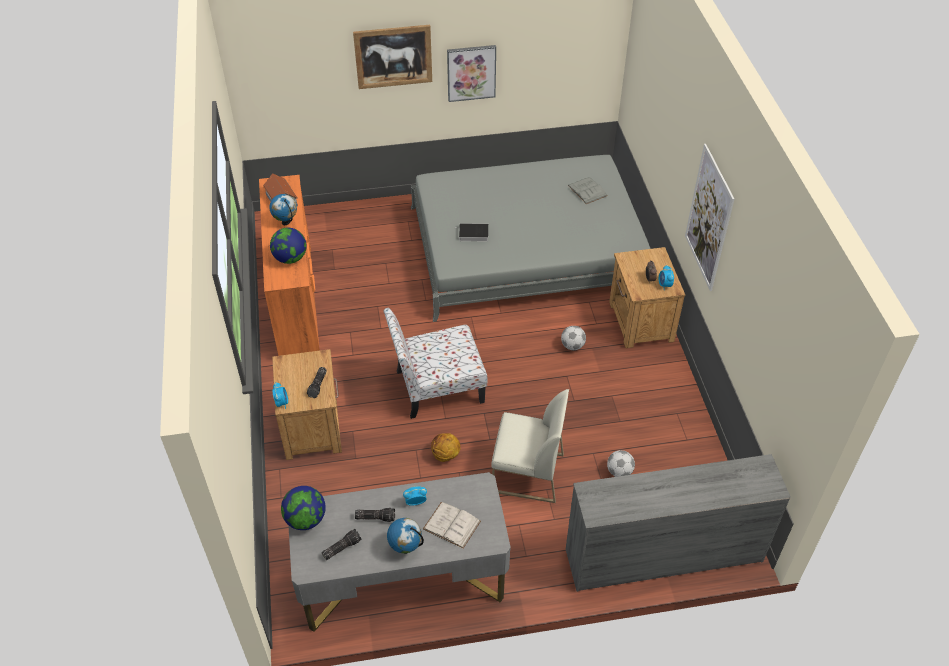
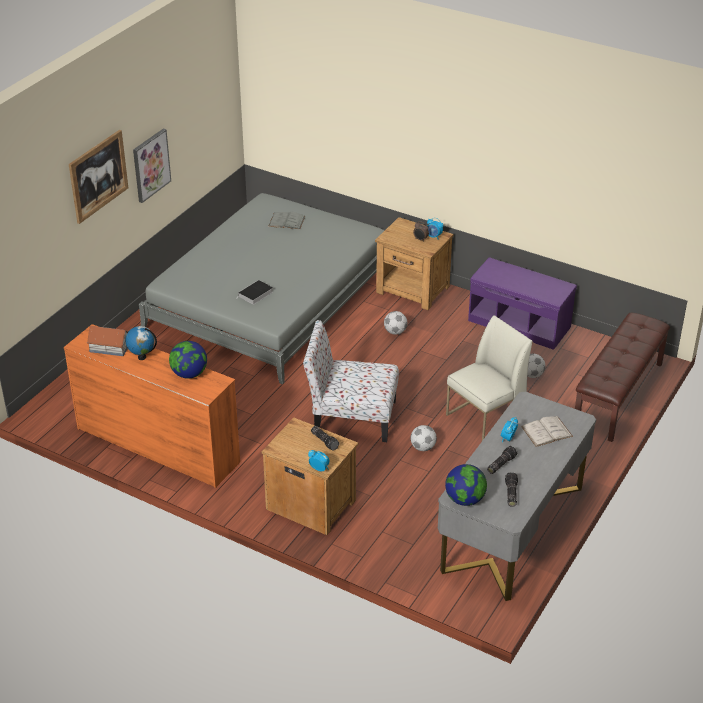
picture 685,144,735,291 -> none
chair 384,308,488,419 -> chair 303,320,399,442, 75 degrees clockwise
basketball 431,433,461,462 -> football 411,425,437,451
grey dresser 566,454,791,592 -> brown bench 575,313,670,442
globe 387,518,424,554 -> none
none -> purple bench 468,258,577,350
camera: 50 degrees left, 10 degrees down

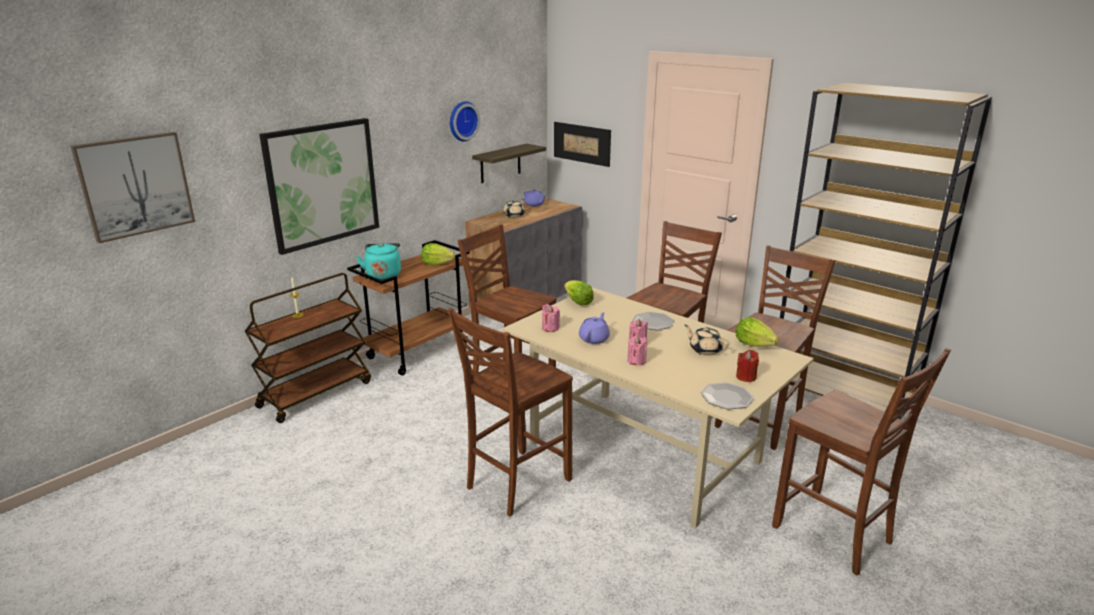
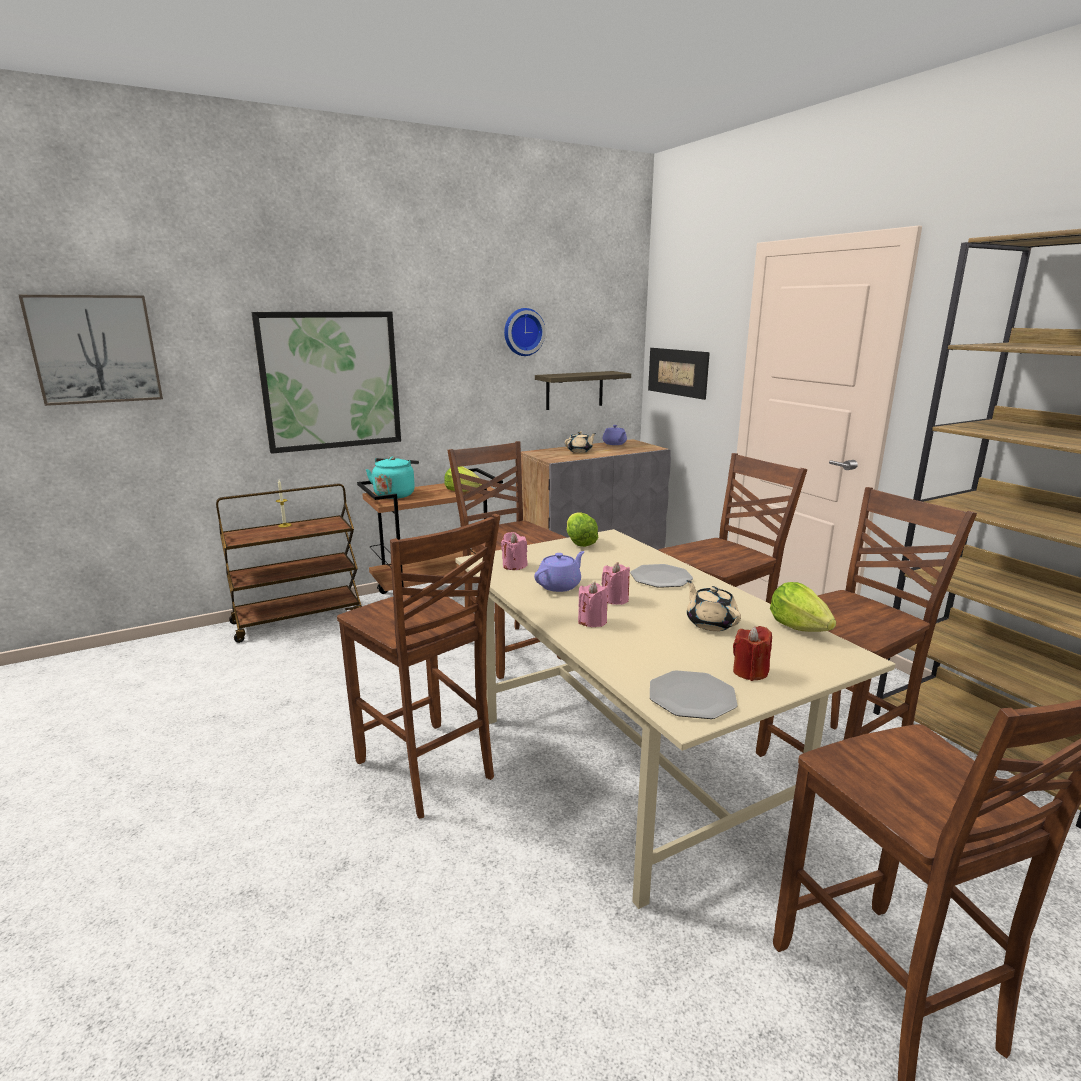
brown chair 448,308,573,517 -> brown chair 337,514,500,819, 105 degrees counterclockwise
camera: 20 degrees right, 5 degrees down

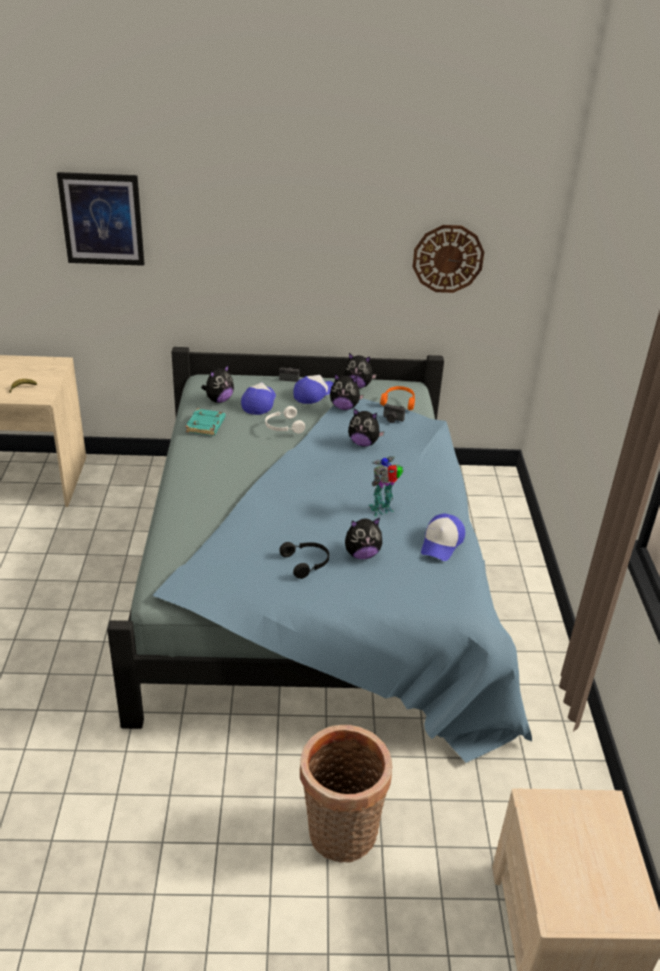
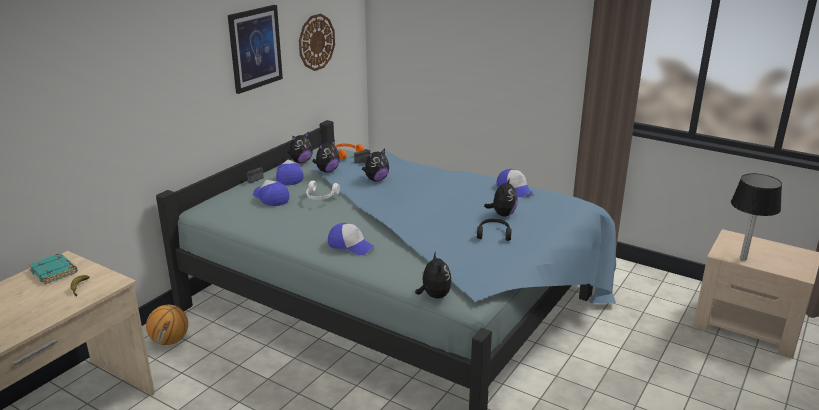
picture 57,172,145,266 -> picture 228,5,283,94, moved
plush toy 201,364,234,403 -> plush toy 415,251,452,298, moved
turquoise book 186,409,225,436 -> turquoise book 29,254,78,284, moved
toy robot 369,456,403,516 -> none
basket 300,725,392,863 -> none
none -> table lamp 731,173,782,260
none -> cap 328,223,375,255
none -> basketball 146,305,188,345
camera: 55 degrees left, 10 degrees down

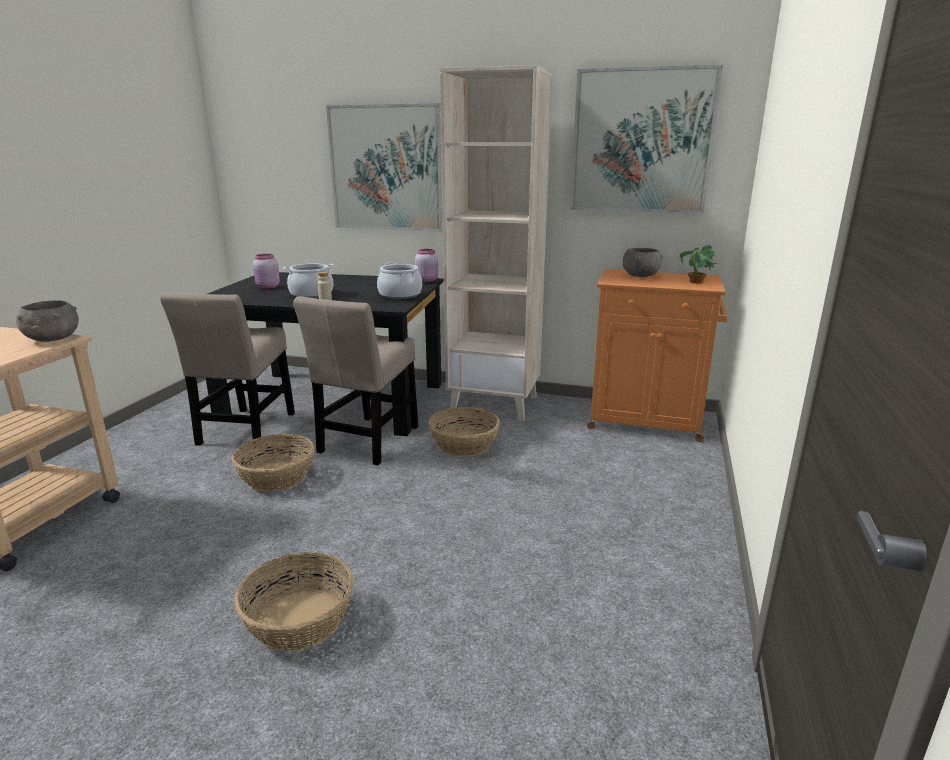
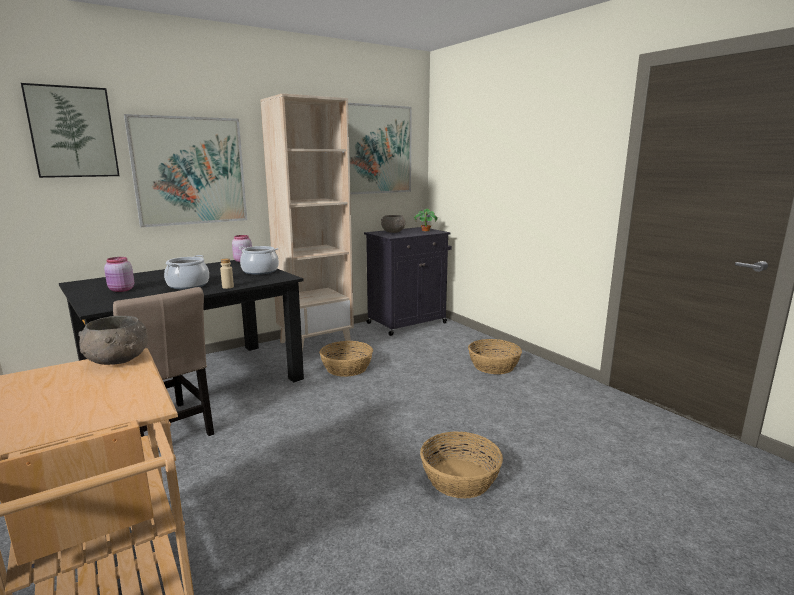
orange cabinet 587,269,728,442 -> black cabinet 364,227,452,336
beige chair 293,296,418,465 -> none
basket 231,434,315,492 -> basket 468,339,522,374, moved
none -> picture 21,83,120,178
camera: 50 degrees left, 5 degrees down

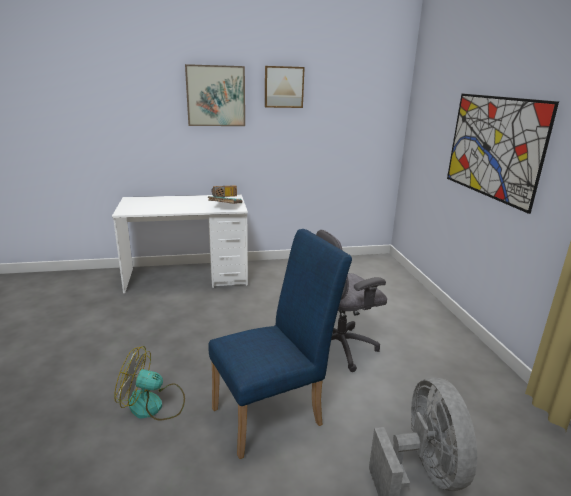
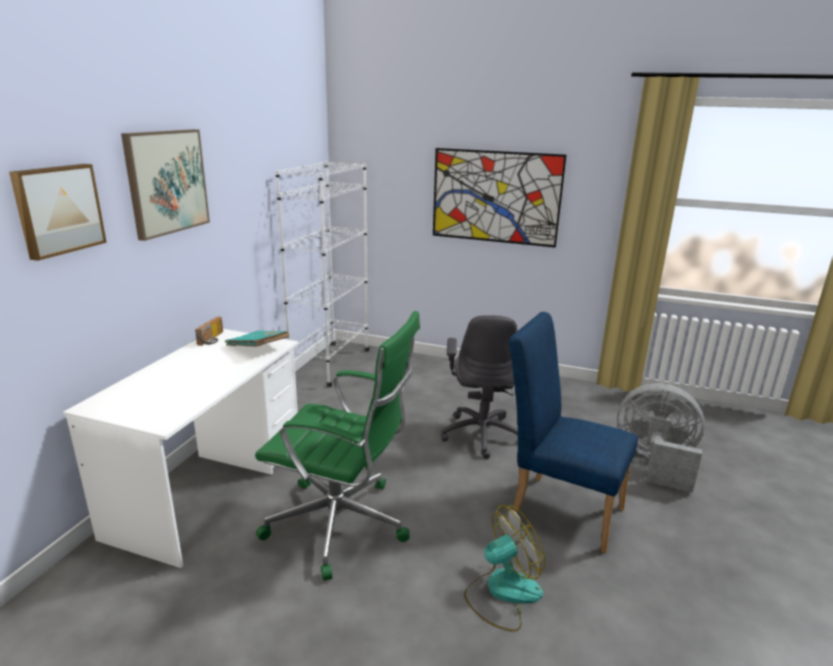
picture 265,66,305,108 -> picture 9,164,107,261, moved
blue chair 208,229,352,459 -> blue chair 509,312,638,554, 60 degrees counterclockwise
fan 114,346,185,420 -> fan 464,505,545,632, 150 degrees counterclockwise
none -> white bookcase 275,161,370,387
none -> green office chair 255,311,420,581
camera: 60 degrees left, 0 degrees up

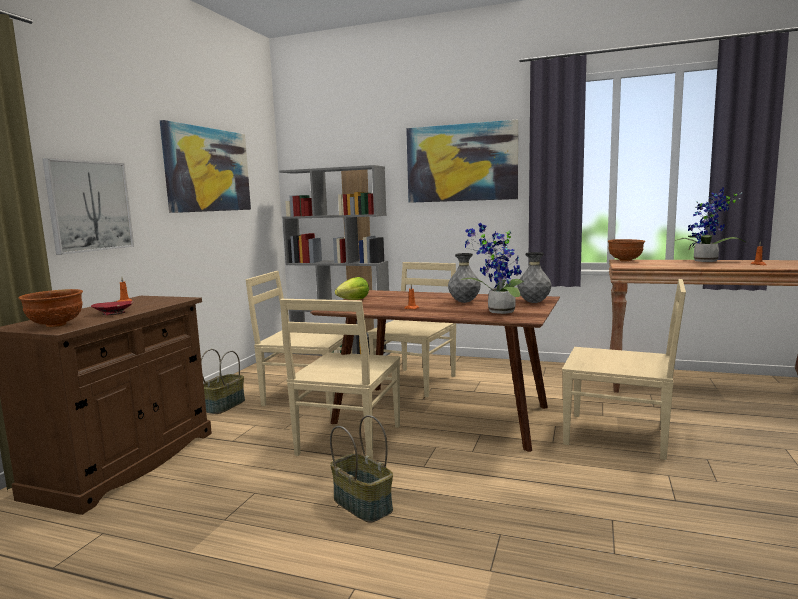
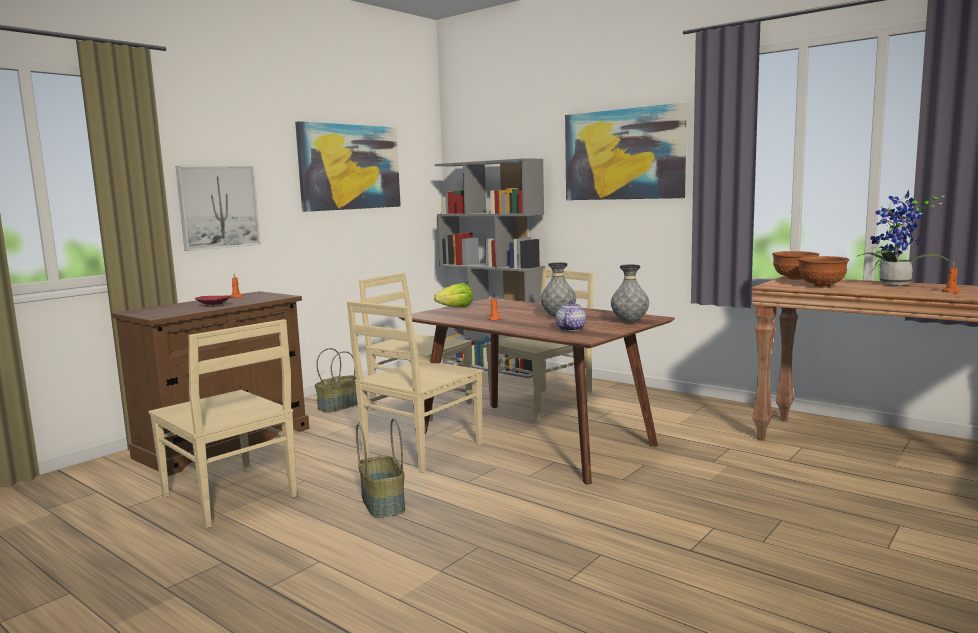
potted plant 460,223,524,314 -> teapot 556,300,586,331
beige chair 562,279,686,460 -> beige chair 148,319,297,528, moved
brown bowl 19,289,83,327 -> brown bowl 798,256,849,288, moved
camera: 20 degrees right, 0 degrees up

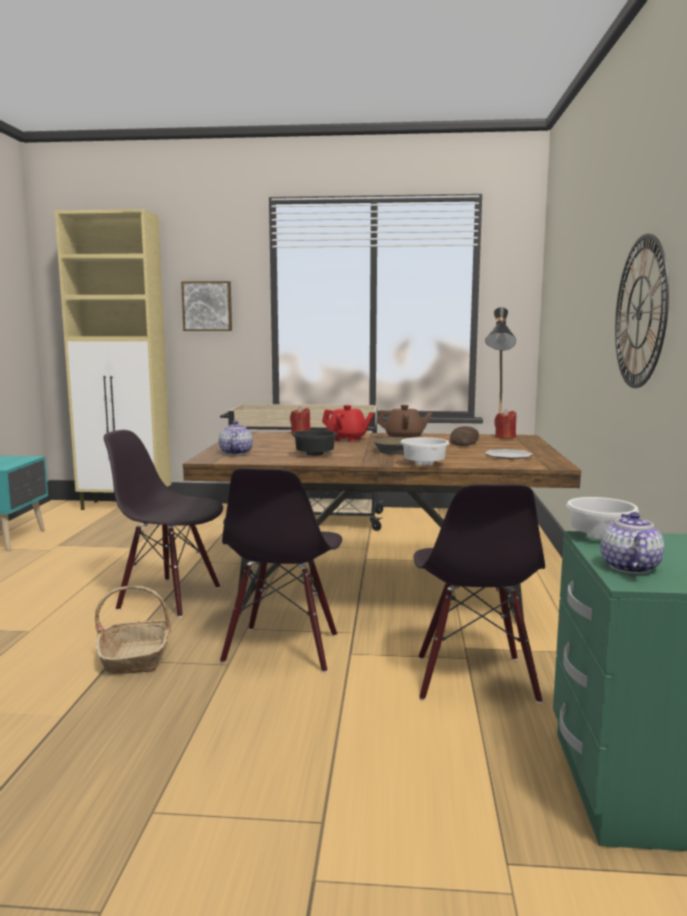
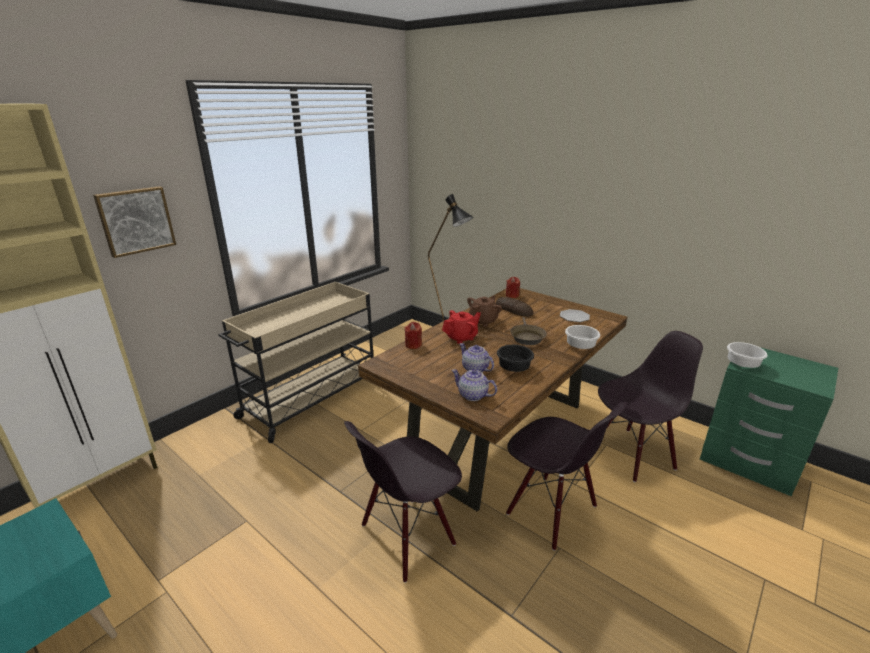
wall clock 615,234,669,388 -> none
black chair 413,484,545,703 -> black chair 598,331,703,483, 60 degrees counterclockwise
teapot 601,512,664,574 -> teapot 460,343,494,372, moved
basket 95,586,171,674 -> none
camera: 55 degrees left, 15 degrees up

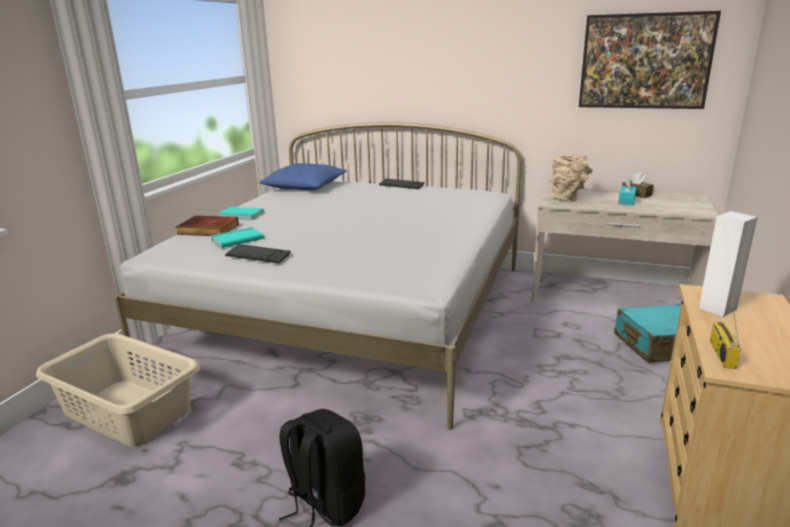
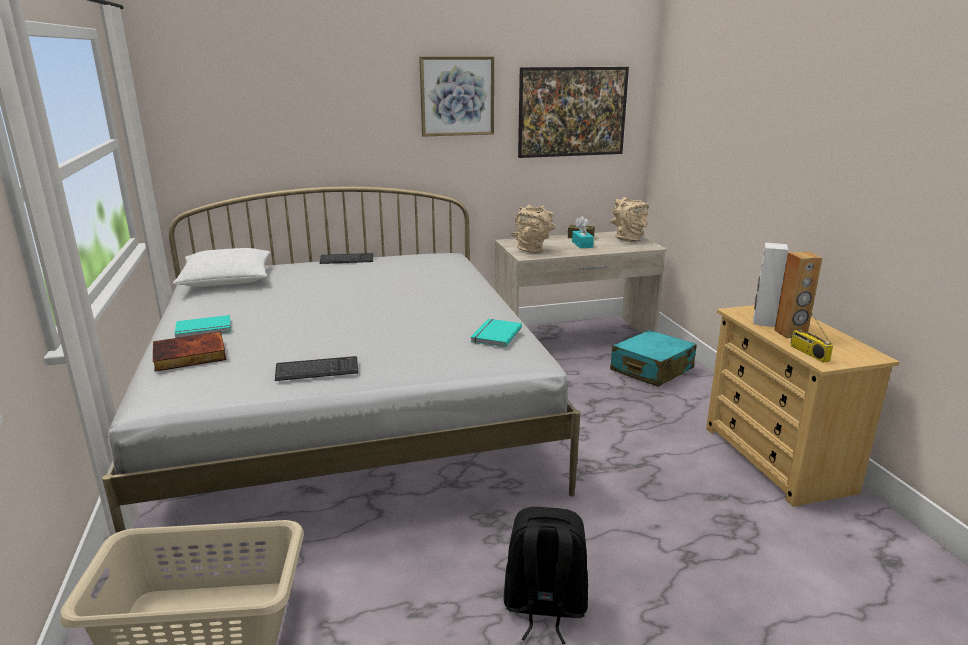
blue pillow 259,163,347,190 -> white pillow 173,248,270,287
turquoise book 211,227,264,248 -> turquoise book 470,319,522,347, moved
none -> picture 419,56,494,137
none -> beige vase 610,197,649,242
none -> brown speaker 775,252,823,338
camera: 35 degrees left, 0 degrees up

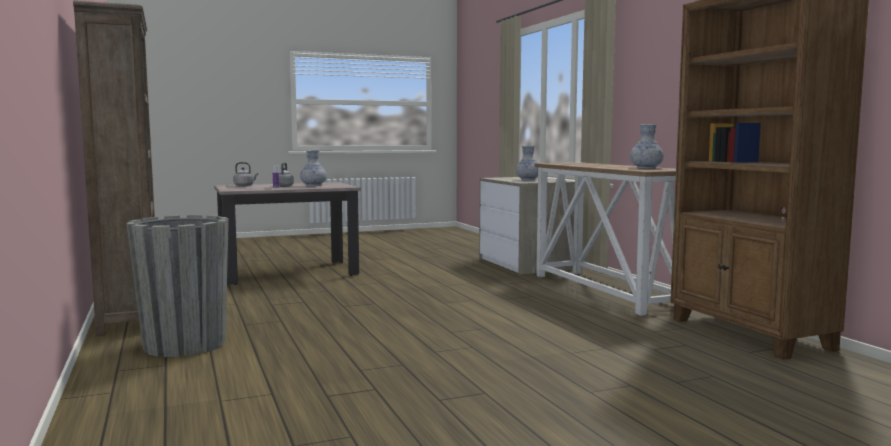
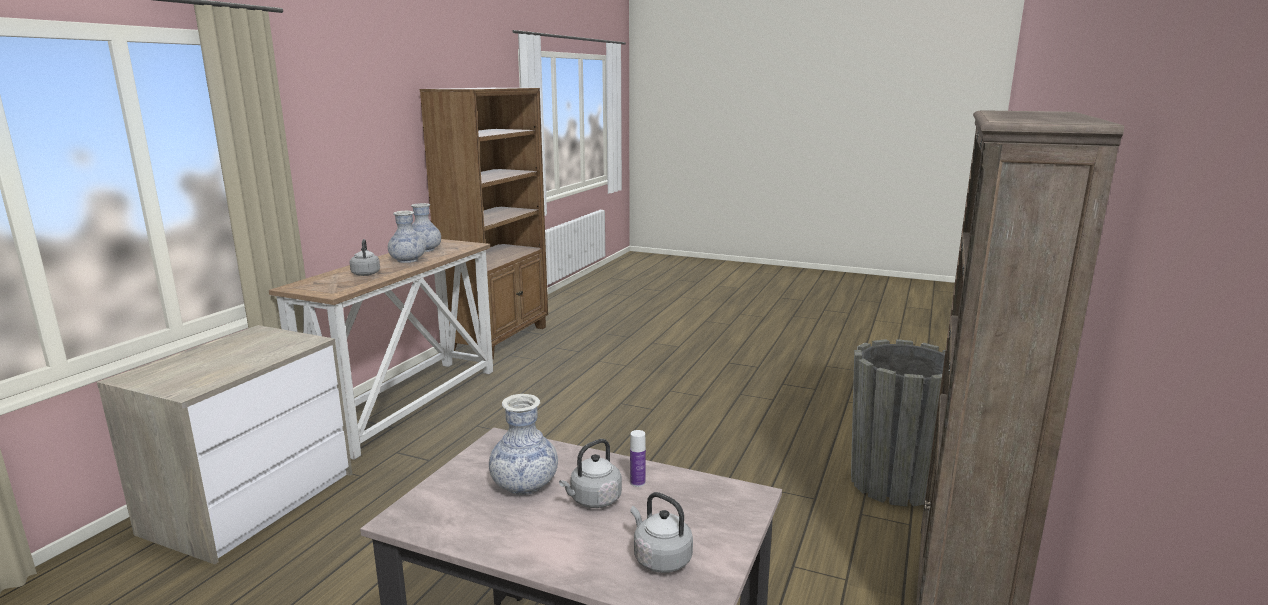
vase 516,146,538,180 -> vase 388,211,425,263, moved
none -> grey kettle 350,239,380,276
camera: 135 degrees left, 10 degrees up

